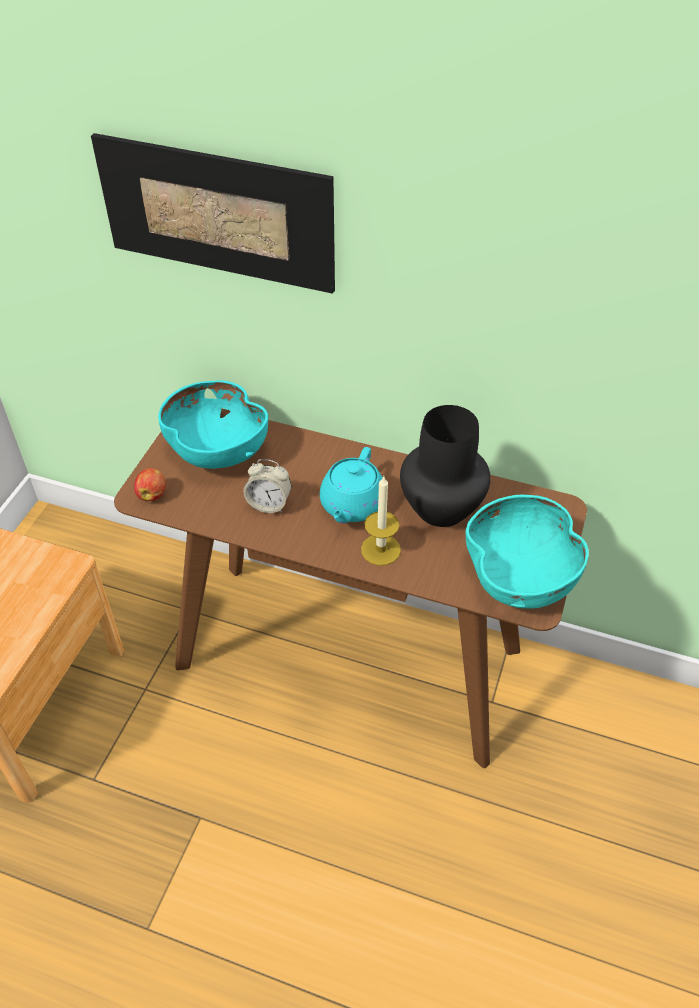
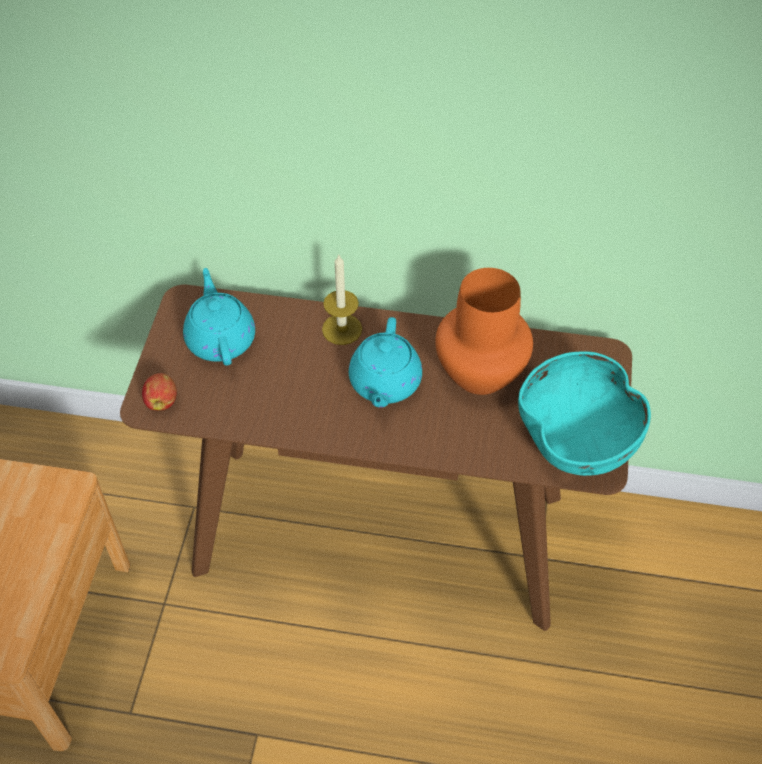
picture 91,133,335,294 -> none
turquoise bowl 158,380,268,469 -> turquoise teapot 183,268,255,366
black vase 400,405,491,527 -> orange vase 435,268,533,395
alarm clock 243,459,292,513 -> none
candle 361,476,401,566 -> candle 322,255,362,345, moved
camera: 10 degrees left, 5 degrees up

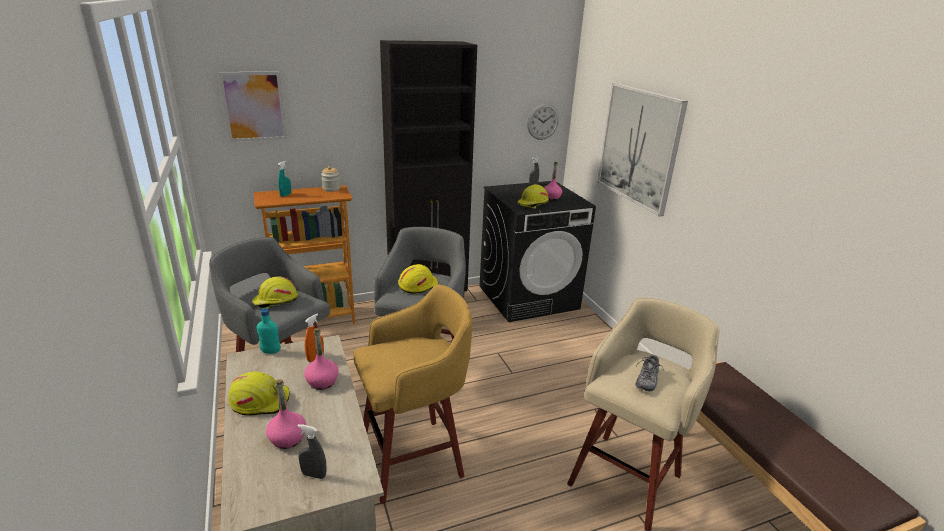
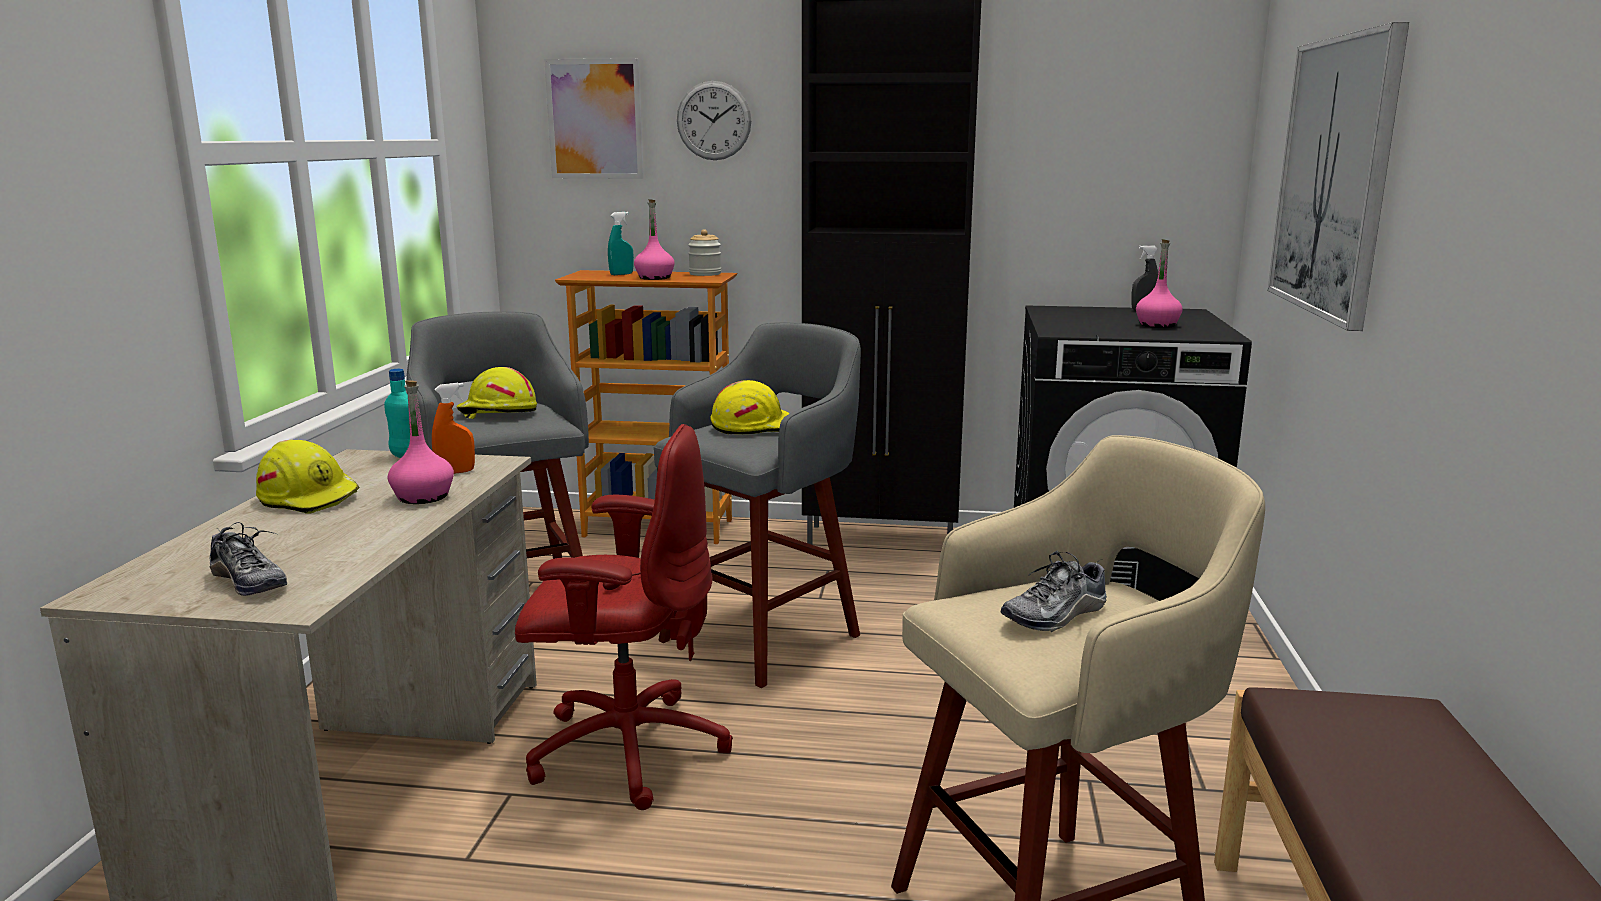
wall clock 527,104,559,140 -> wall clock 677,81,751,160, moved
yellow hard hat 517,184,549,209 -> none
yellow stool 353,284,472,504 -> red office chair 515,424,733,810
pink bottle 266,379,306,449 -> pink bottle 634,199,675,280, moved
grey spray bottle 297,424,326,479 -> shoe 209,522,287,596
camera: 30 degrees right, 10 degrees down

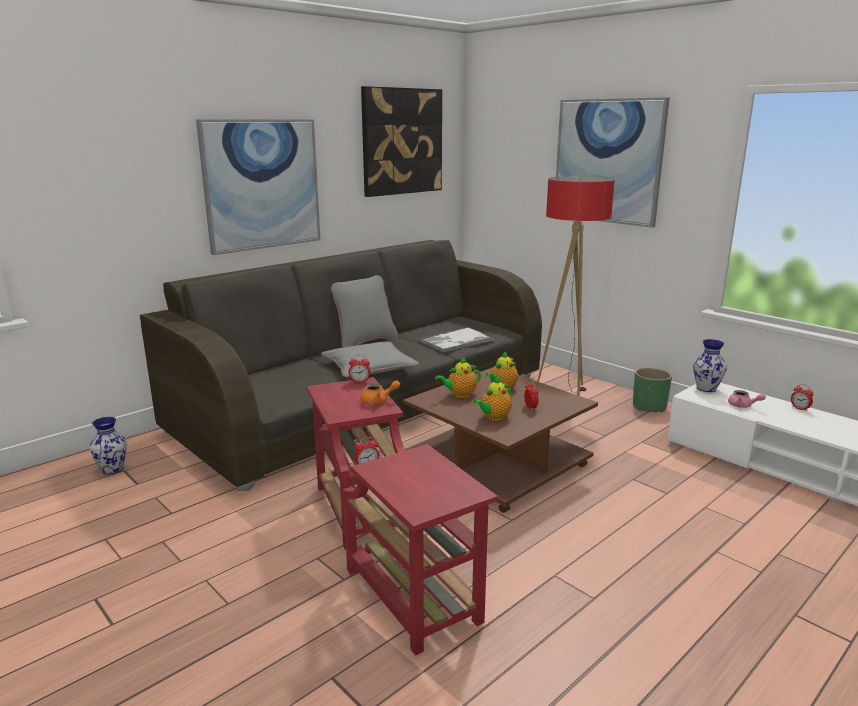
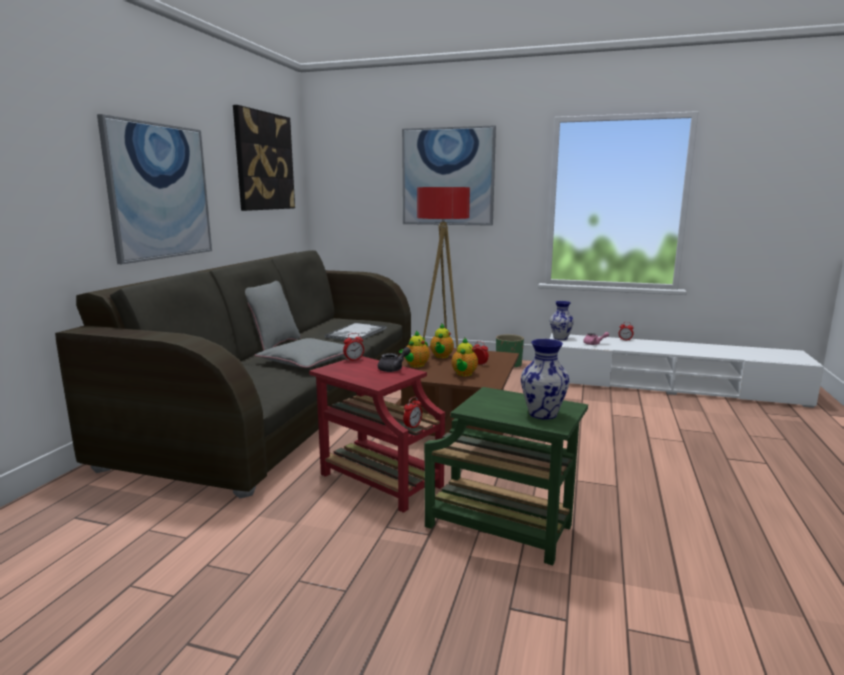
orange teapot 361,380,400,405 -> grey teapot 378,347,411,372
vase 90,417,127,474 -> vase 521,339,570,420, moved
red side table 343,444,498,656 -> green side table 424,387,588,566
camera: 30 degrees left, 5 degrees down

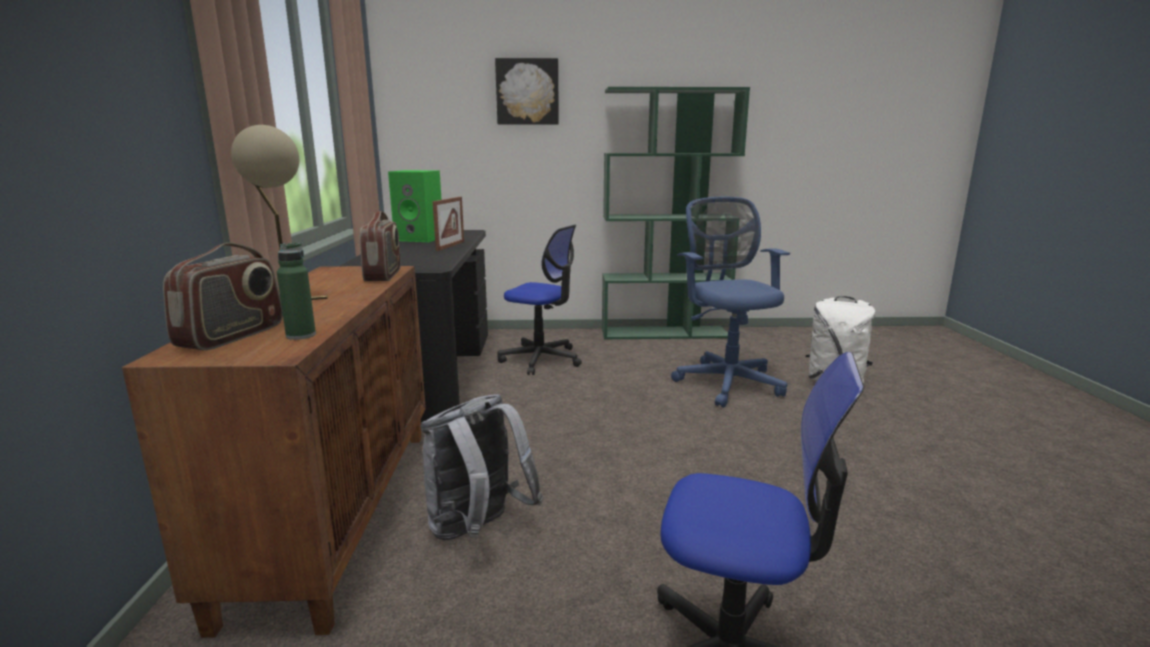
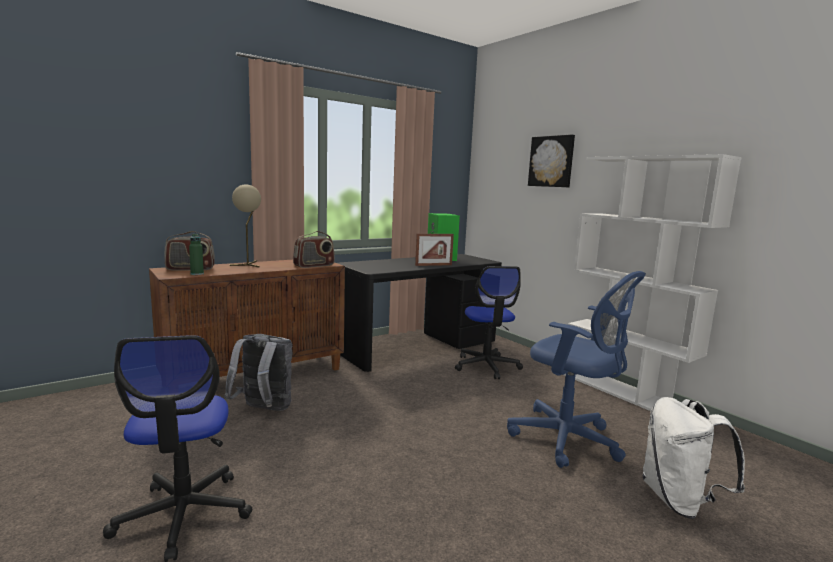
green bookcase 602,87,750,339 -> white bookcase 564,154,742,412
blue office chair 671,197,790,408 -> blue office chair 507,271,646,468, 90 degrees clockwise
camera: 55 degrees right, 5 degrees down

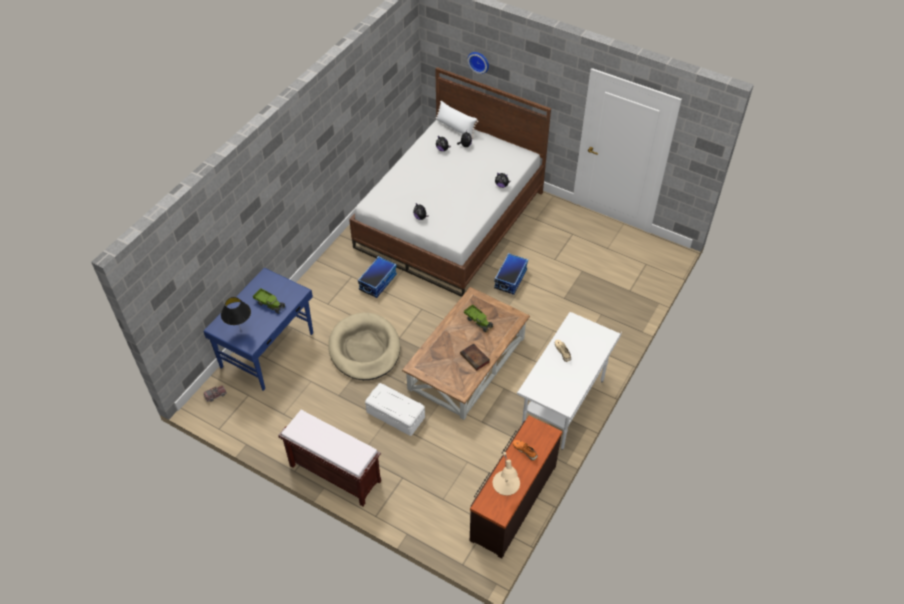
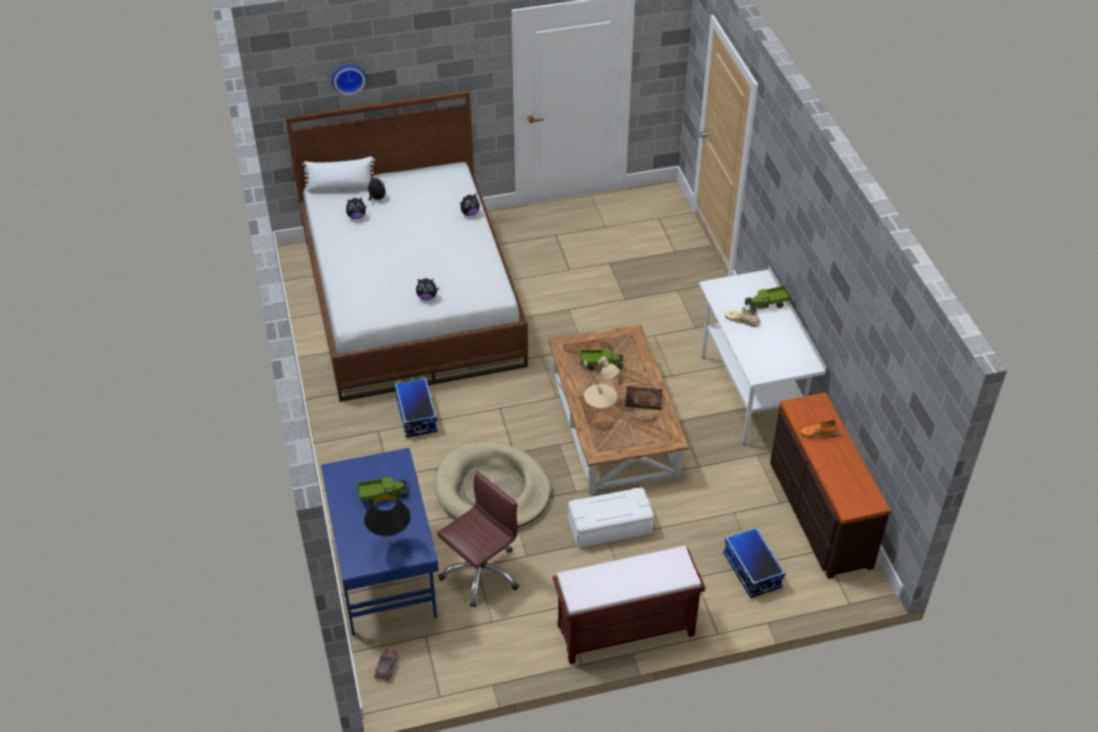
storage box 494,253,528,295 -> storage box 723,527,786,598, moved
beige table lamp 492,452,520,496 -> beige table lamp 583,357,620,409, moved
none -> toy truck 745,286,791,311
none -> brown office chair 437,471,519,607
camera: 45 degrees left, 5 degrees down

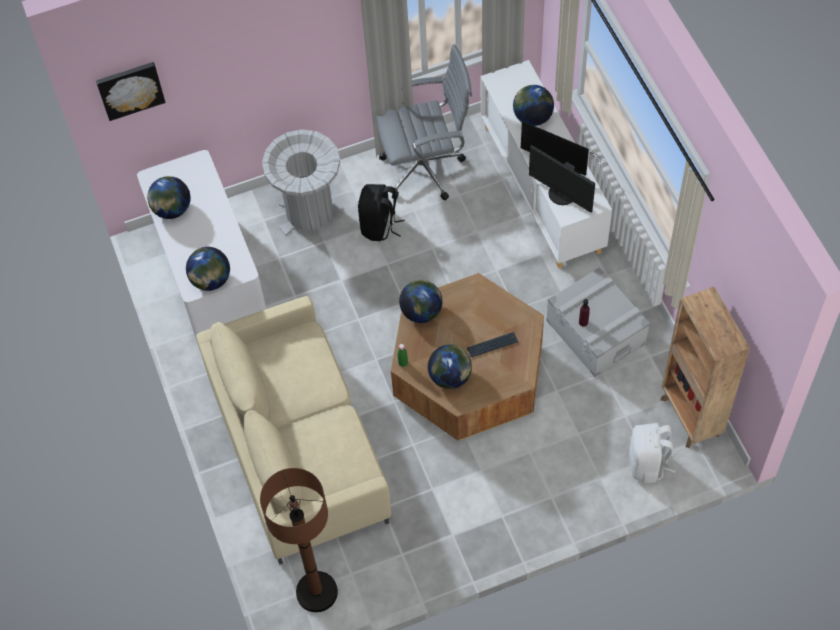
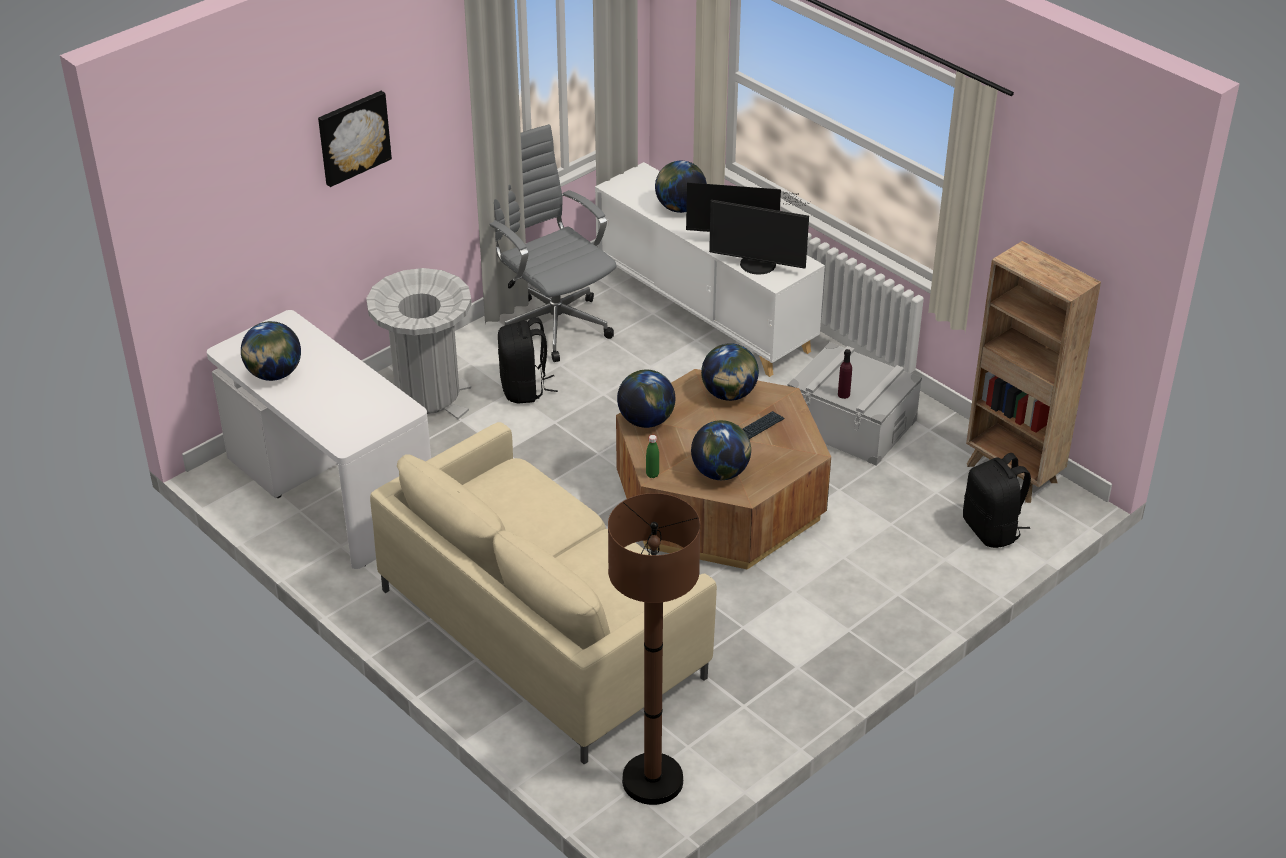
grey office chair 376,44,472,200 -> grey office chair 489,124,617,362, 90 degrees counterclockwise
picture 96,62,166,121 -> picture 318,91,392,187, moved
globe 186,247,230,291 -> globe 701,343,759,401, moved
white backpack 629,423,675,483 -> black backpack 963,453,1031,548
camera: 25 degrees left, 20 degrees down

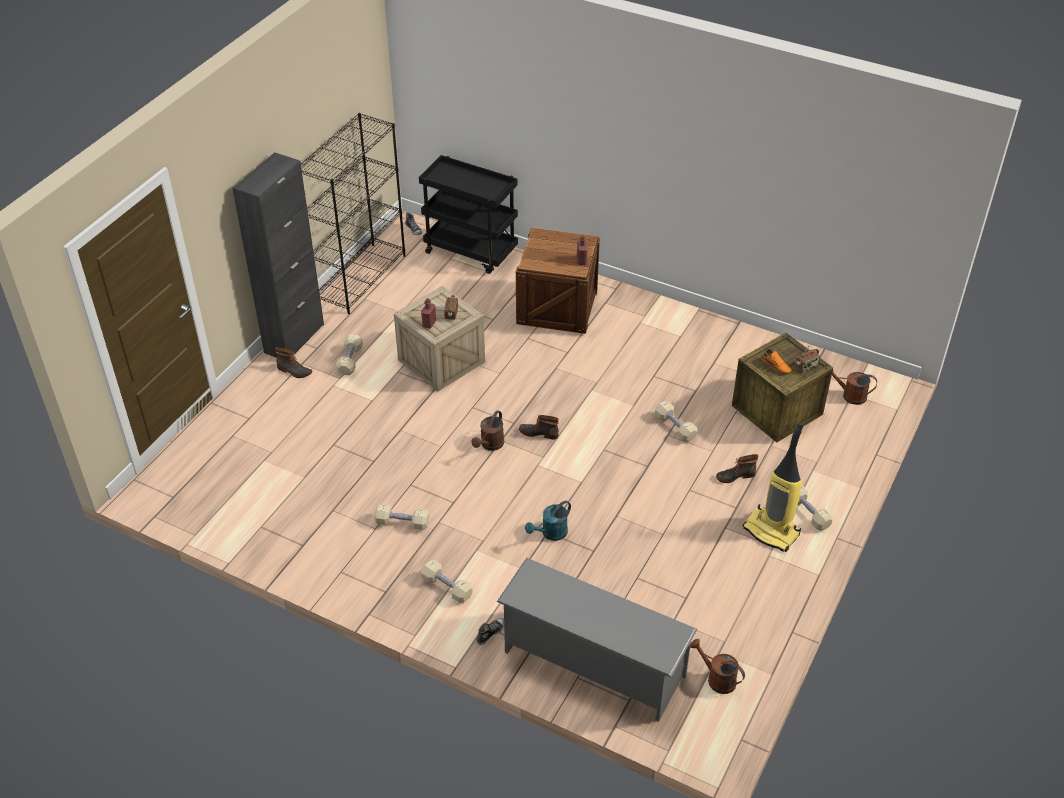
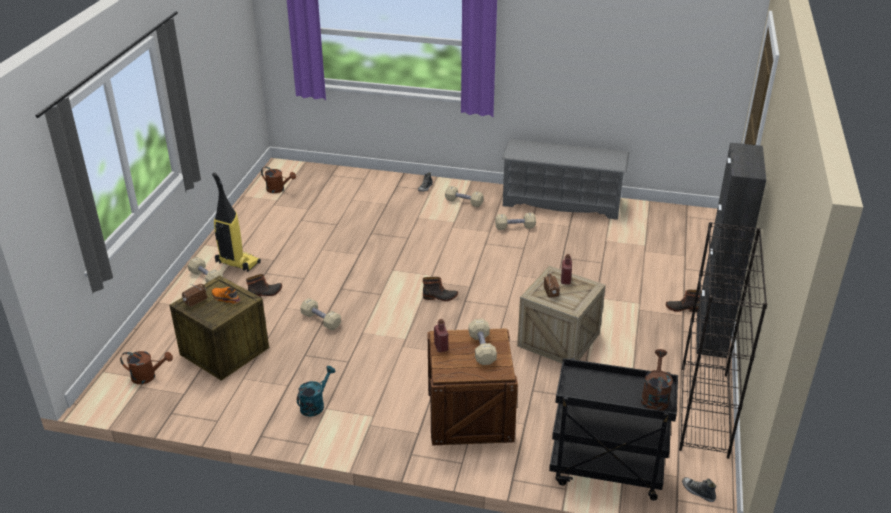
beige dumbbell 336,334,363,375 -> beige dumbbell 469,319,497,365, moved
brown watering can 471,410,504,451 -> brown watering can 641,349,673,411, moved
turquoise watering can 525,501,571,541 -> turquoise watering can 297,366,336,417, moved
grey shoe rack 497,558,697,722 -> grey shoe rack 502,139,629,220, moved
camera: 165 degrees right, 10 degrees down

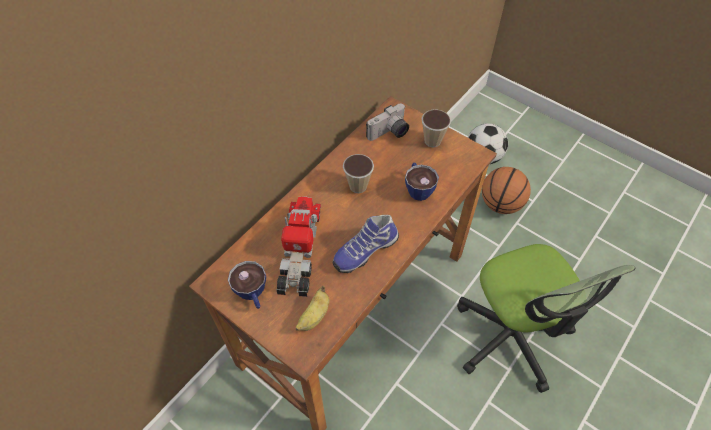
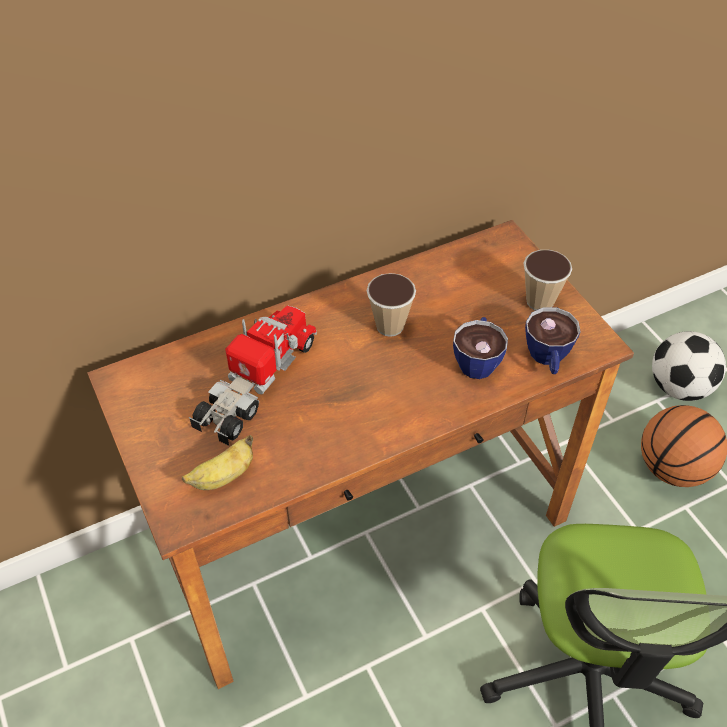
photo camera 366,103,409,141 -> none
shoe 333,215,399,273 -> none
cup 228,261,266,309 -> cup 525,307,581,374, moved
camera: 25 degrees right, 5 degrees down

